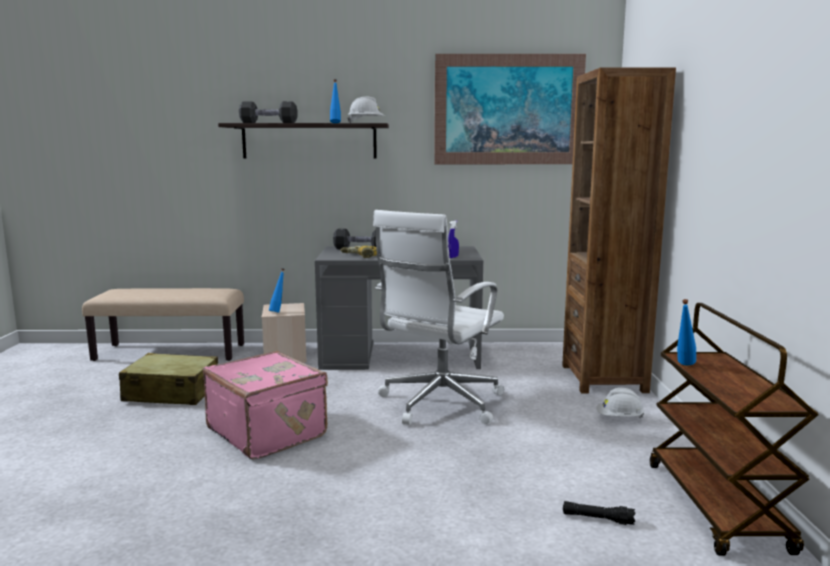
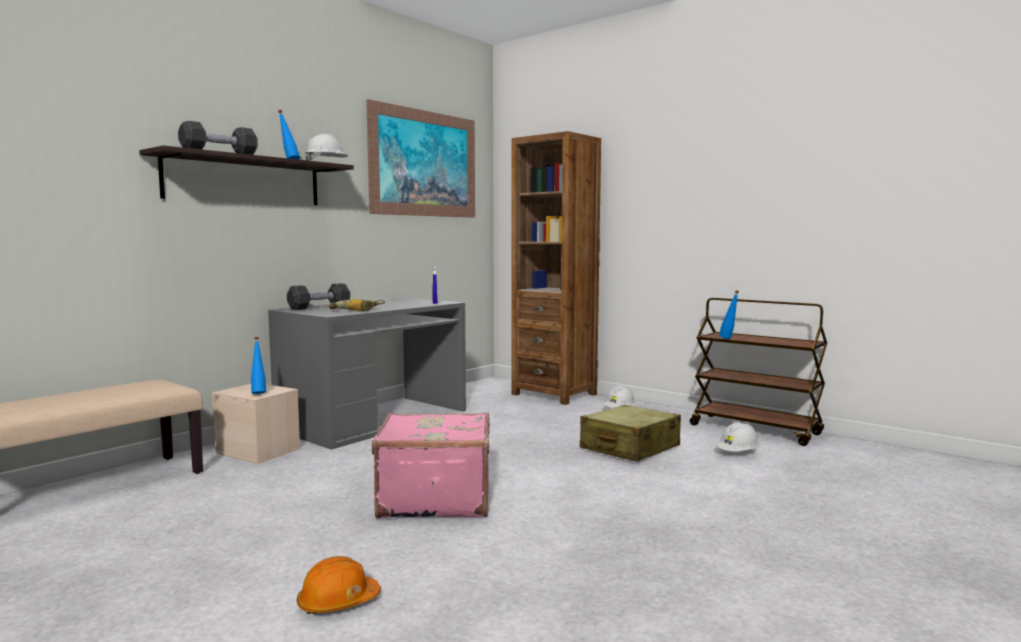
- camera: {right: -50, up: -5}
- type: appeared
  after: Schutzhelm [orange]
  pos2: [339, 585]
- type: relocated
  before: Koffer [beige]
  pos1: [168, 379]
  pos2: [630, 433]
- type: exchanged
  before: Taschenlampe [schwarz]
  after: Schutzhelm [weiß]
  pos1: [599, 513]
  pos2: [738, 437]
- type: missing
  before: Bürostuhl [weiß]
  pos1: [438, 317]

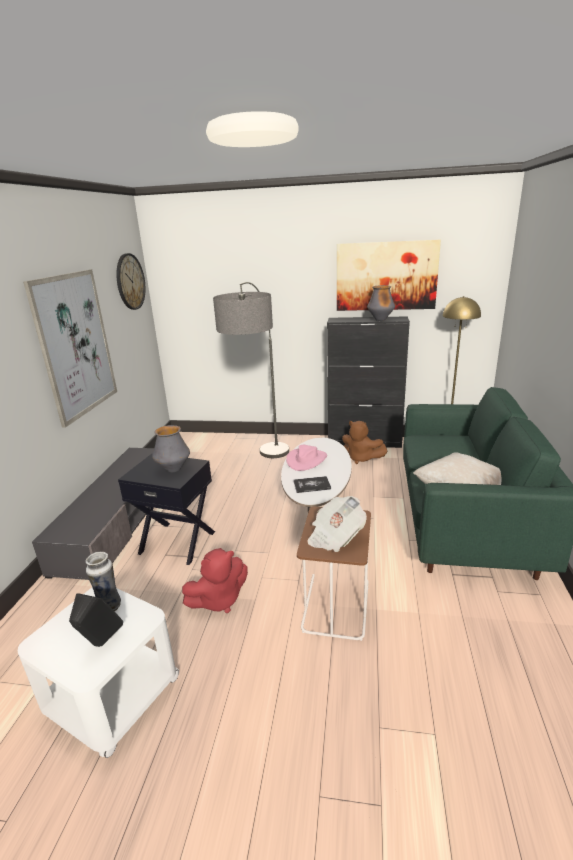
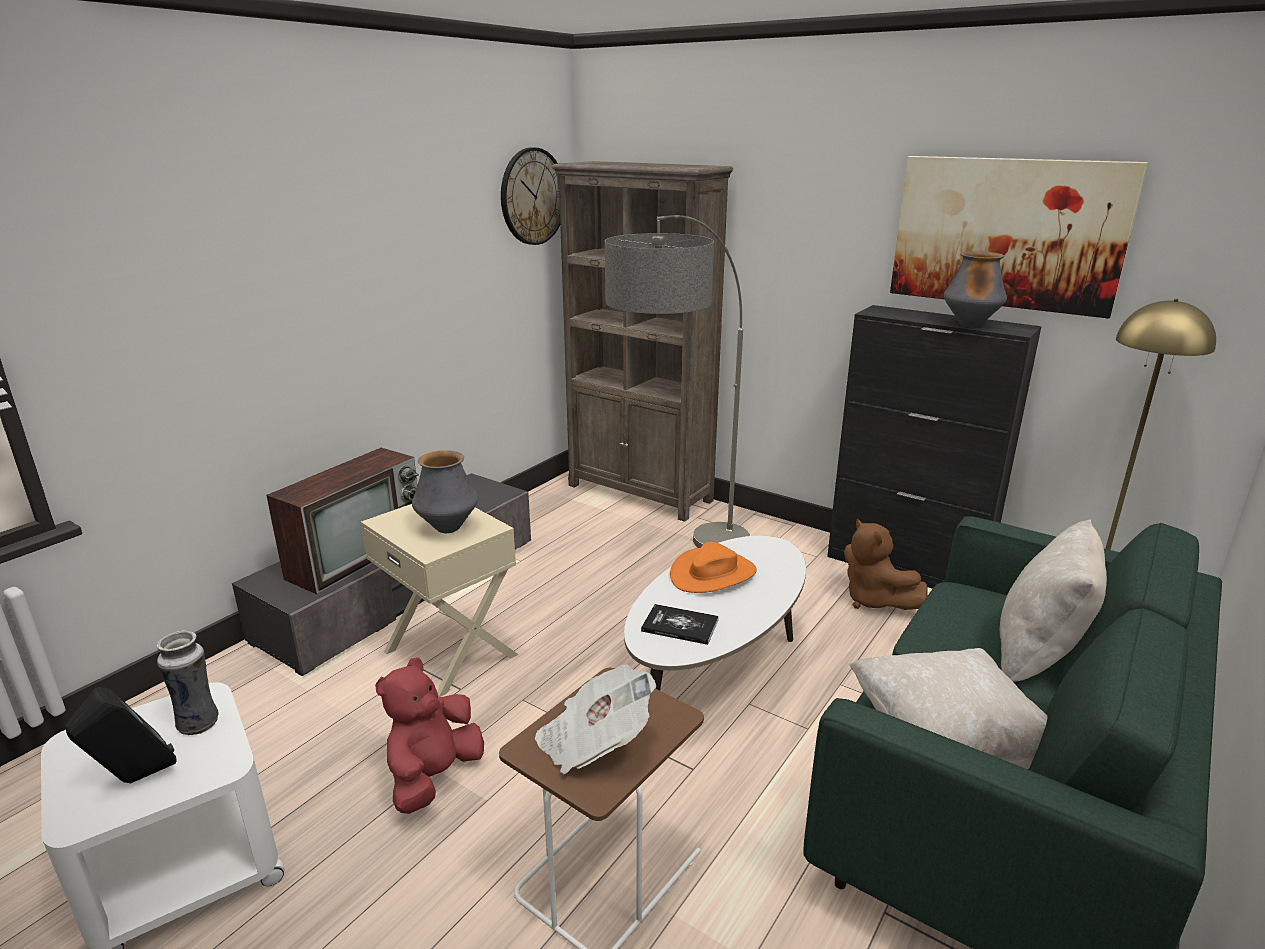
- camera: {right: 25, up: 0}
- type: appeared
  after: Fernseher
  pos2: [342, 521]
- type: colour
  before: Beistelltisch [schwarz]
  after: Beistelltisch [beige]
  pos1: [166, 509]
  pos2: [440, 600]
- type: spun
  before: Plüschtier [rot]
  pos1: [215, 580]
  pos2: [429, 735]
  turn: 120
- type: appeared
  after: Bücherregal [braun]
  pos2: [642, 341]
- type: colour
  before: Hut [rosa]
  after: Hut [orange]
  pos1: [306, 458]
  pos2: [713, 567]
- type: appeared
  after: Kissen [beige]
  pos2: [1053, 601]
- type: missing
  before: Bild
  pos1: [70, 348]

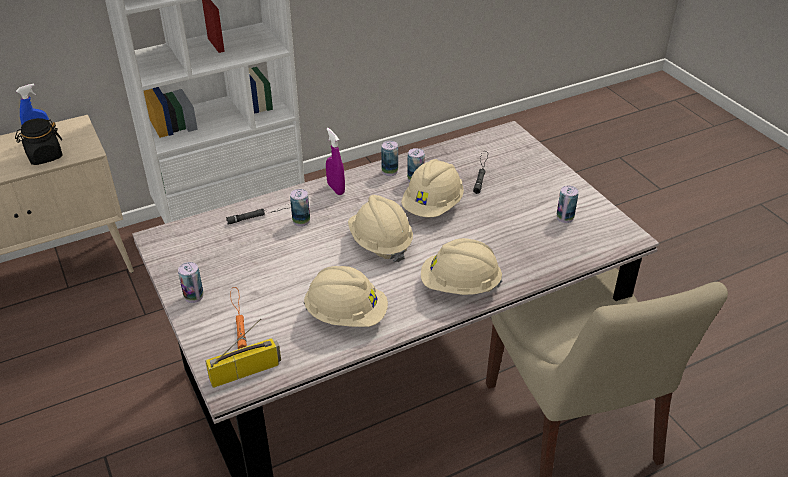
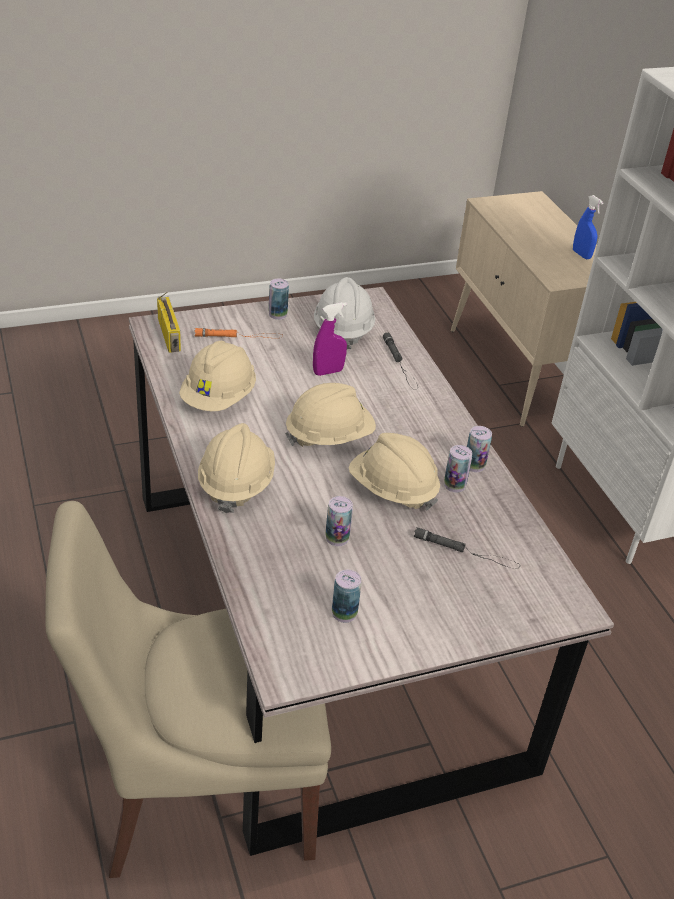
- camera: {right: 95, up: 0}
- type: relocated
  before: Sprühflasche [lila]
  pos1: [335, 161]
  pos2: [330, 339]
- type: appeared
  after: Schutzhelm [weiß]
  pos2: [344, 313]
- type: relocated
  before: Dose
  pos1: [300, 208]
  pos2: [339, 521]
- type: missing
  before: Vorratsglas [schwarz]
  pos1: [39, 141]

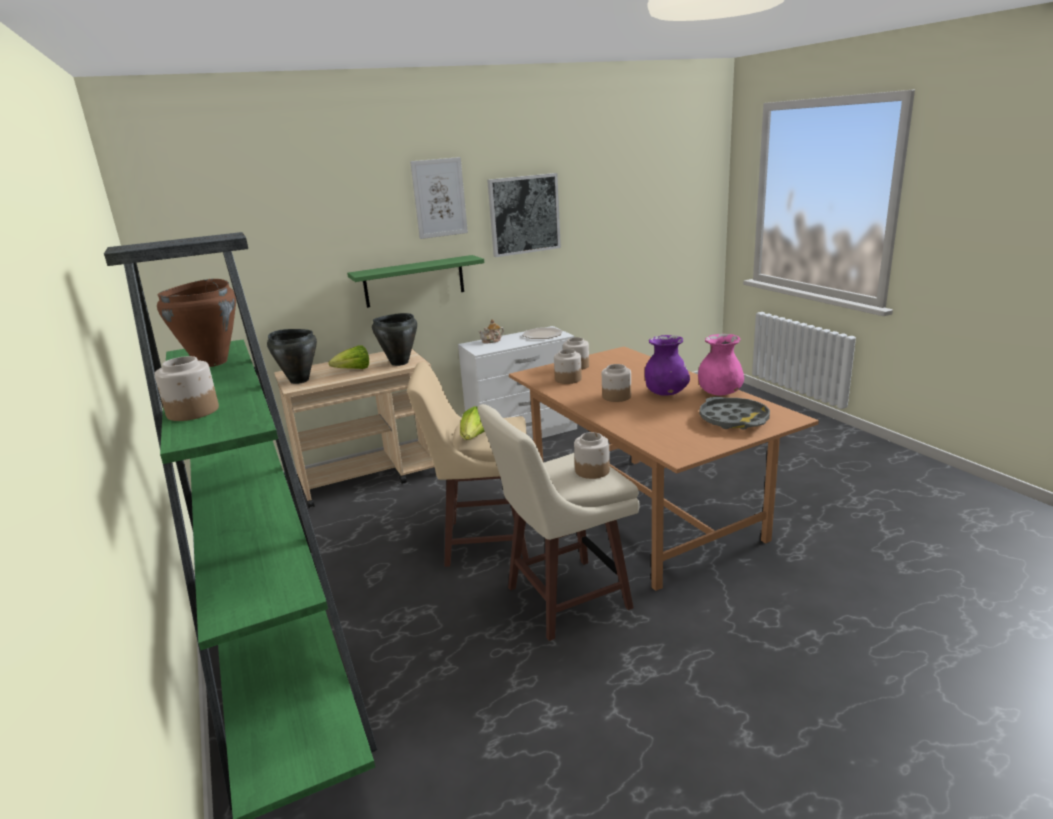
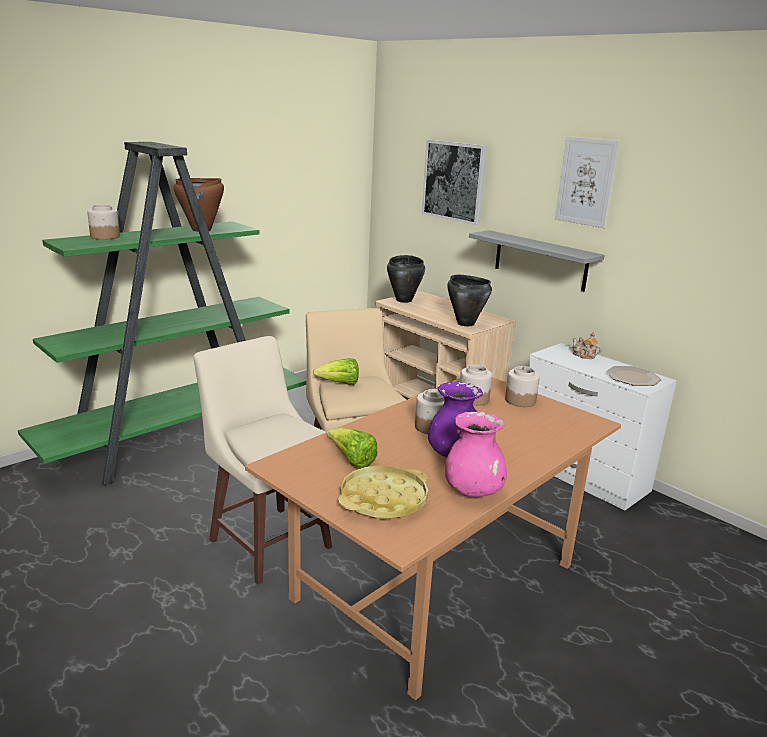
- camera: {right: 70, up: 0}
- type: relocated
  before: Salatkopf
  pos1: [348, 357]
  pos2: [351, 448]
- type: colour
  before: Tablett [grau]
  after: Tablett [gelb]
  pos1: [734, 413]
  pos2: [383, 492]
- type: relocated
  before: Bild
  pos1: [524, 215]
  pos2: [454, 182]
- type: colour
  before: Wandregal [grün]
  after: Wandregal [grau]
  pos1: [415, 281]
  pos2: [537, 260]
- type: missing
  before: Vorratsglas
  pos1: [592, 455]

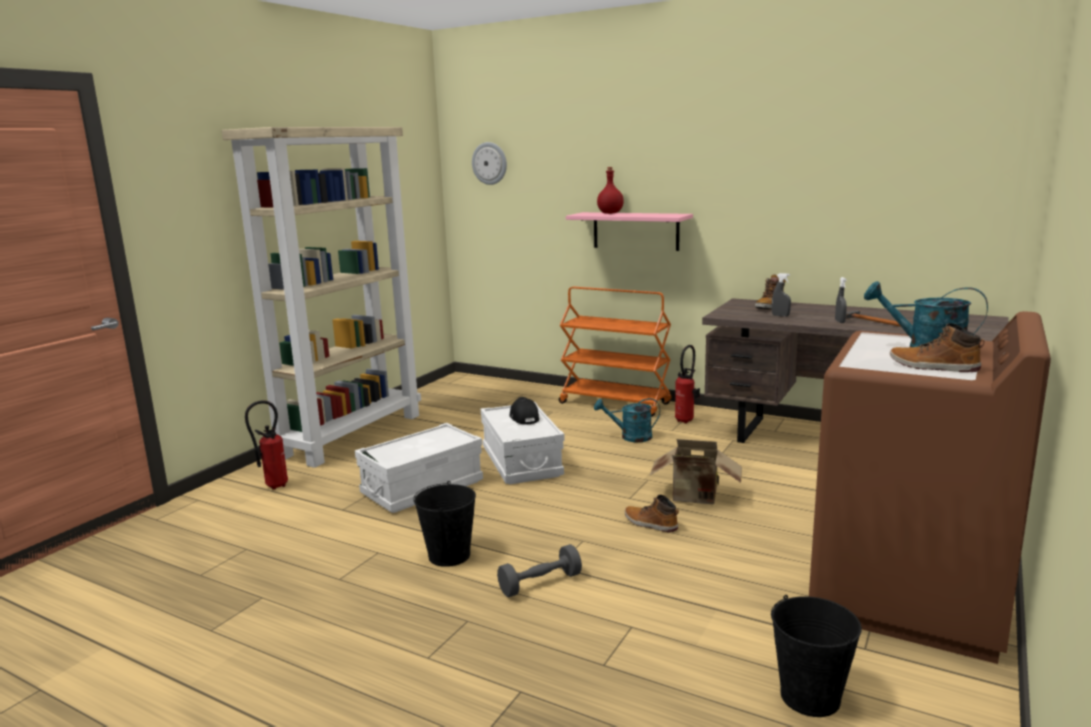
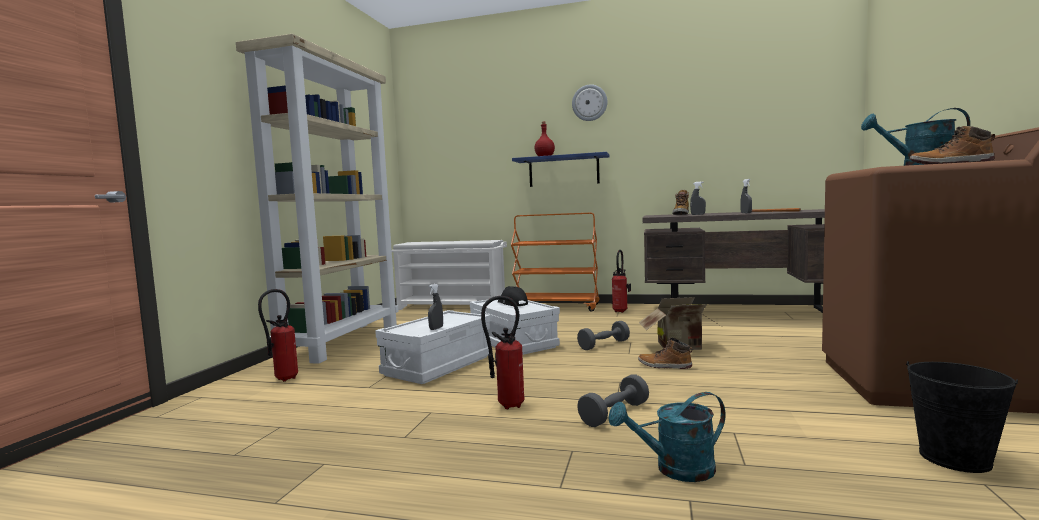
- camera: {right: -15, up: -10}
- type: appeared
  after: Schuhregal [weiß]
  pos2: [449, 275]
- type: appeared
  after: Sprühflasche [grau]
  pos2: [435, 307]
- type: exchanged
  before: Eimer [schwarz]
  after: Feuerlöscher
  pos1: [444, 524]
  pos2: [503, 352]
- type: colour
  before: Wandregal [rosa]
  after: Wandregal [blau]
  pos1: [629, 231]
  pos2: [561, 169]
- type: relocated
  before: Wanduhr
  pos1: [489, 163]
  pos2: [589, 102]
- type: appeared
  after: Hantel [grau]
  pos2: [603, 335]
- type: relocated
  before: Gießkanne [türkis]
  pos1: [627, 420]
  pos2: [667, 437]

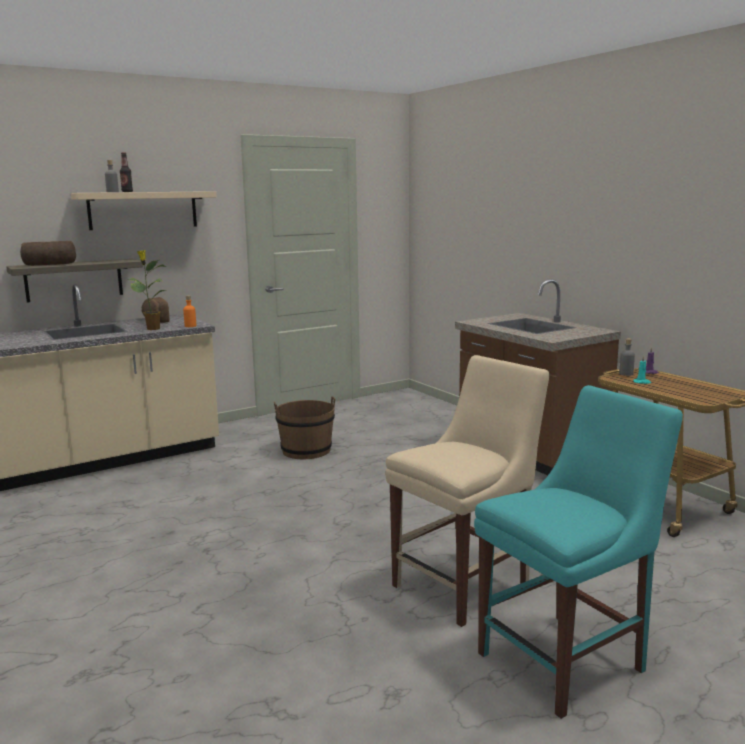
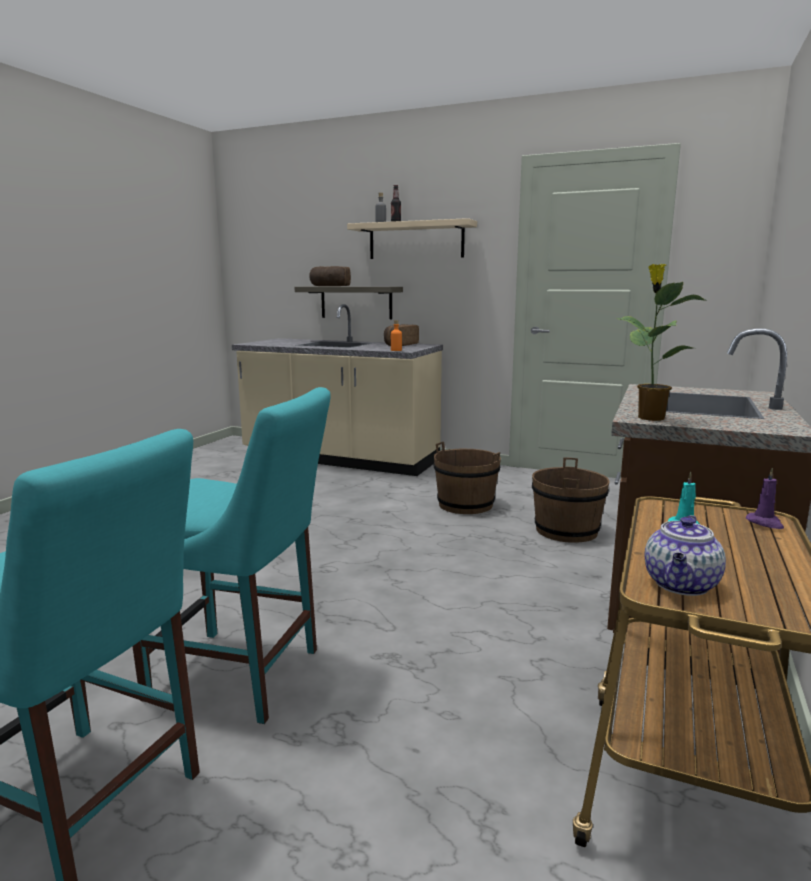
- camera: {right: 55, up: 0}
- type: colour
  before: Stuhl [beige]
  after: Stuhl [türkis]
  pos1: [467, 491]
  pos2: [231, 555]
- type: appeared
  after: Eimer [braun]
  pos2: [571, 500]
- type: relocated
  before: Topfpflanze
  pos1: [147, 290]
  pos2: [660, 342]
- type: appeared
  after: Teekanne
  pos2: [685, 555]
- type: missing
  before: Flasche [grau]
  pos1: [627, 357]

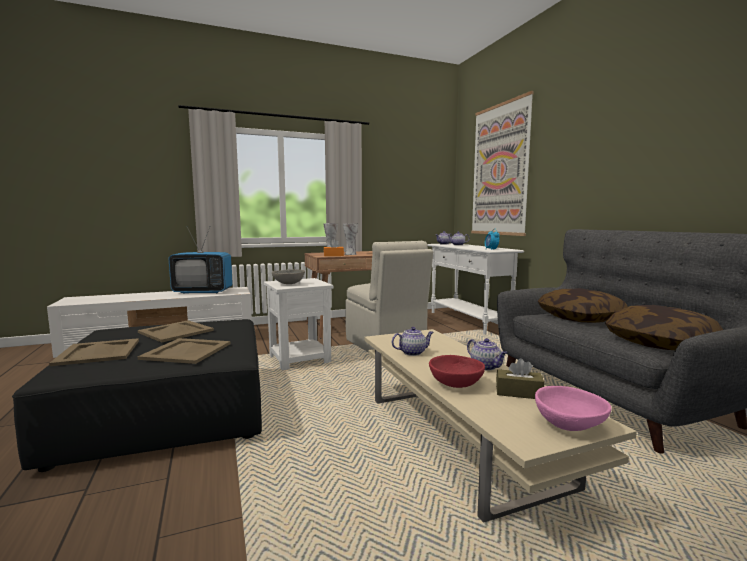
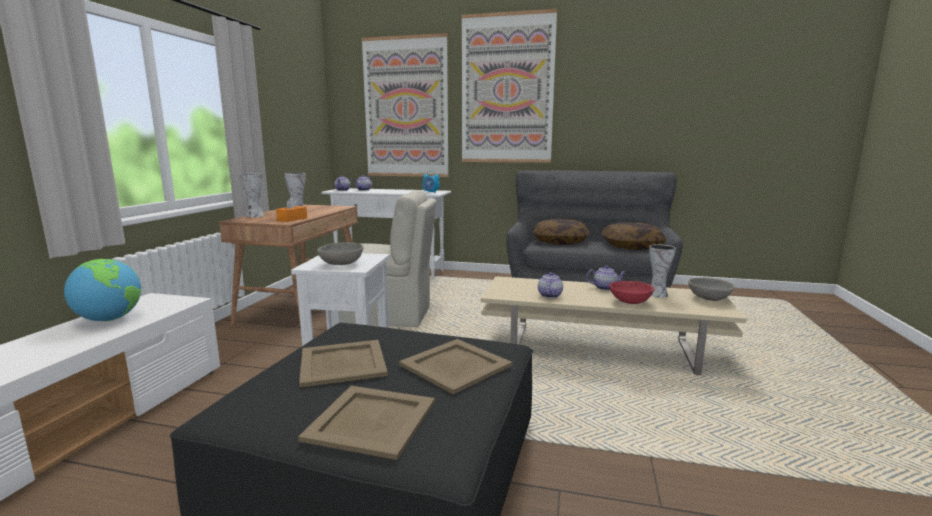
- camera: {right: -55, up: 5}
- type: exchanged
  before: Fernseher
  after: Globus
  pos1: [201, 260]
  pos2: [102, 290]
- type: appeared
  after: Bild
  pos2: [509, 86]
- type: exchanged
  before: Taschentuchbox [braun]
  after: Vase
  pos1: [520, 378]
  pos2: [662, 271]
- type: colour
  before: Schüssel [rosa]
  after: Schüssel [grau]
  pos1: [573, 408]
  pos2: [711, 289]

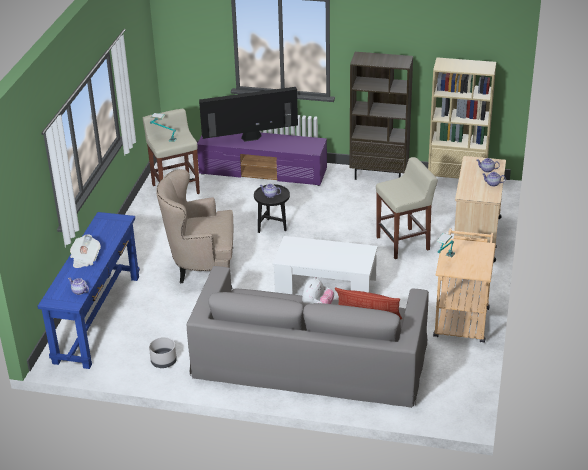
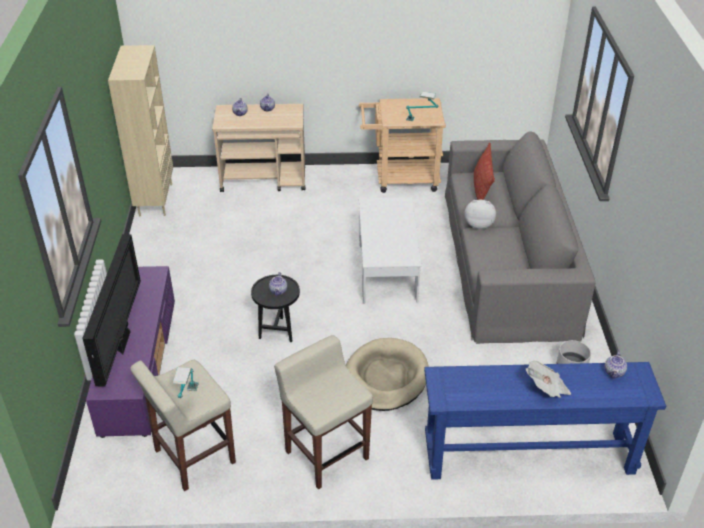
- camera: {right: -105, up: 5}
- type: spun
  before: Fernseher
  pos1: [248, 114]
  pos2: [111, 310]
  turn: -150
- type: relocated
  before: Hocker [beige]
  pos1: [407, 208]
  pos2: [323, 412]
- type: exchanged
  before: Sessel [beige]
  after: Hundebett [beige]
  pos1: [194, 228]
  pos2: [387, 374]
- type: missing
  before: Bücherregal [braun]
  pos1: [381, 116]

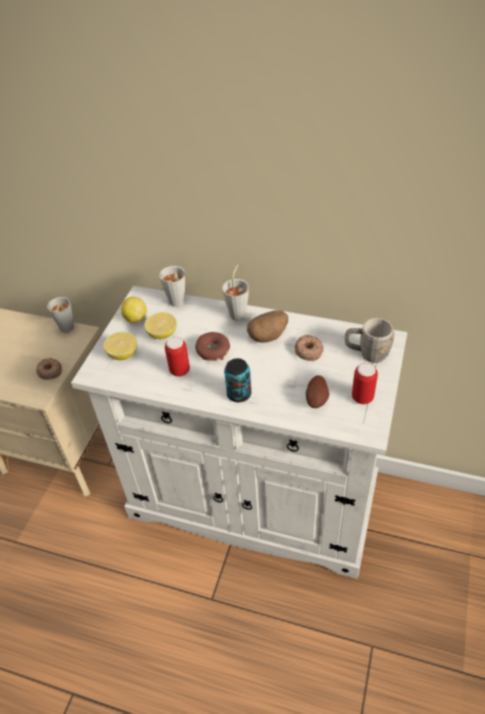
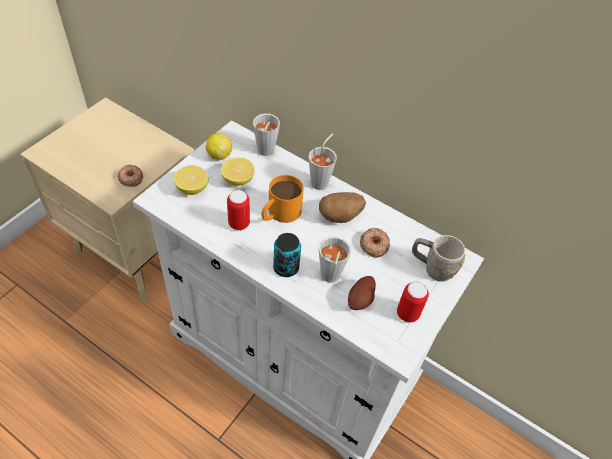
- camera: {right: 10, up: 5}
- type: exchanged
  before: Donut
  after: Henkelbecher [orange]
  pos1: [212, 346]
  pos2: [282, 199]
- type: relocated
  before: Tasse [grau]
  pos1: [60, 315]
  pos2: [335, 259]

